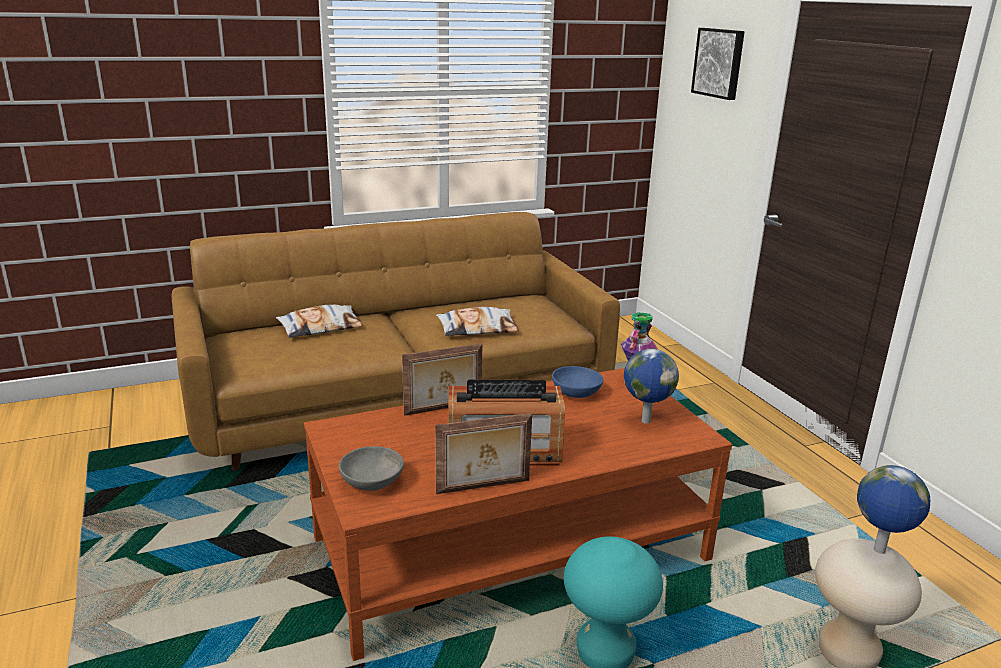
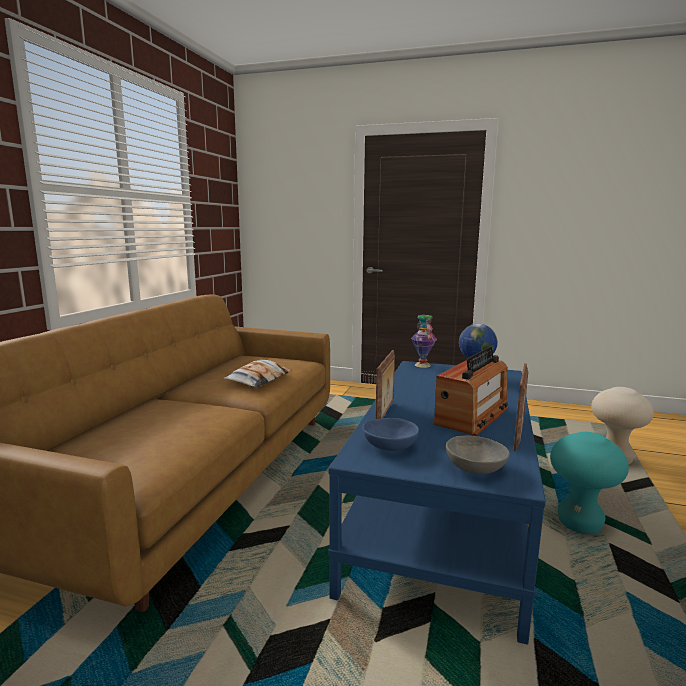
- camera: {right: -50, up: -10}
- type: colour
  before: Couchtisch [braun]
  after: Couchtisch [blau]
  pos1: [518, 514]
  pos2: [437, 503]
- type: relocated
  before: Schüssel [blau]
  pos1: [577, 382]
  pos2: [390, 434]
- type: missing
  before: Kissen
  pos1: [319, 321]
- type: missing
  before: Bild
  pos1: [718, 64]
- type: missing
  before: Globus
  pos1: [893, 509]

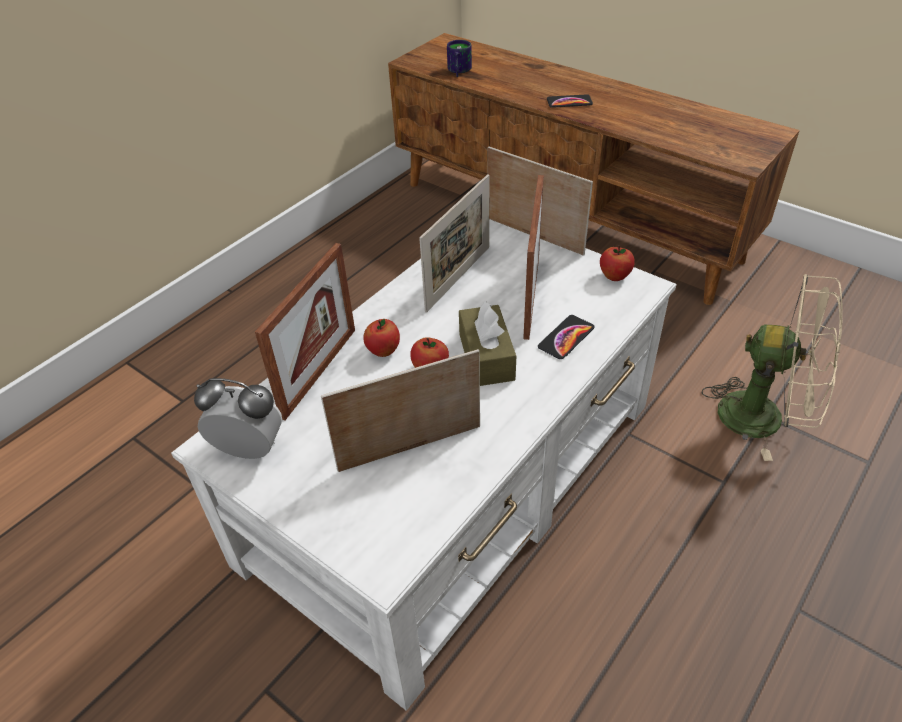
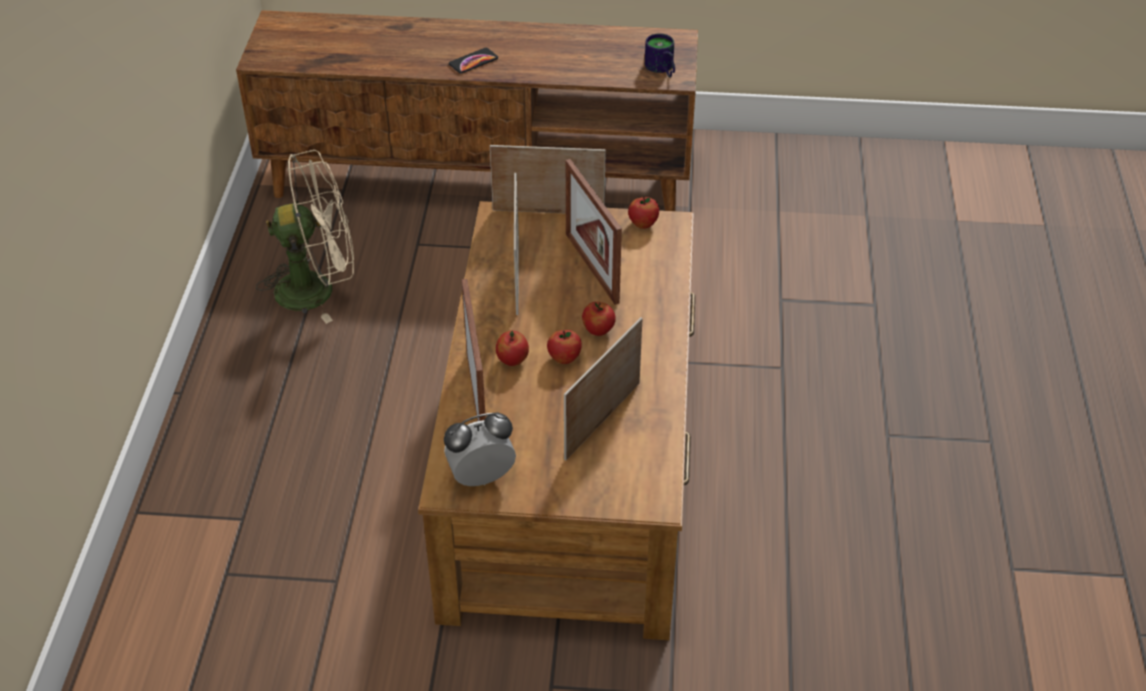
- camera: {right: -35, up: 0}
- type: relocated
  before: Ventilator [beige]
  pos1: [772, 367]
  pos2: [305, 237]
- type: colour
  before: Couchtisch [weiß]
  after: Couchtisch [braun]
  pos1: [424, 465]
  pos2: [556, 420]
- type: exchanged
  before: Taschentuchbox [braun]
  after: Apfel
  pos1: [487, 343]
  pos2: [599, 319]
- type: relocated
  before: Henkelbecher
  pos1: [459, 58]
  pos2: [660, 55]
- type: missing
  before: Handy
  pos1: [566, 337]

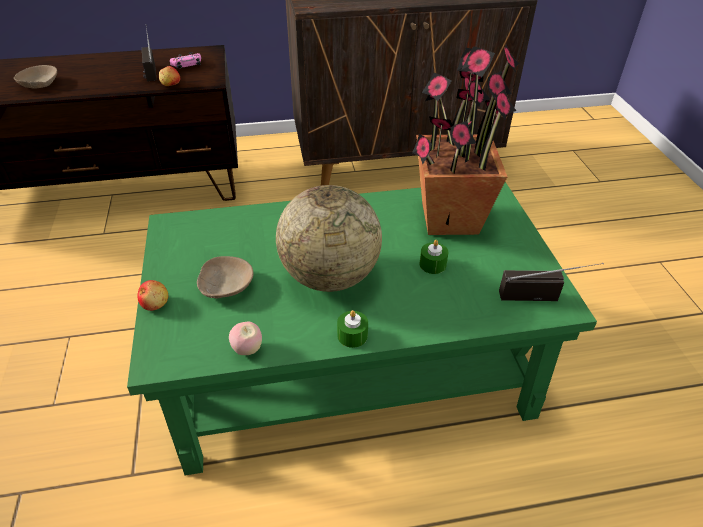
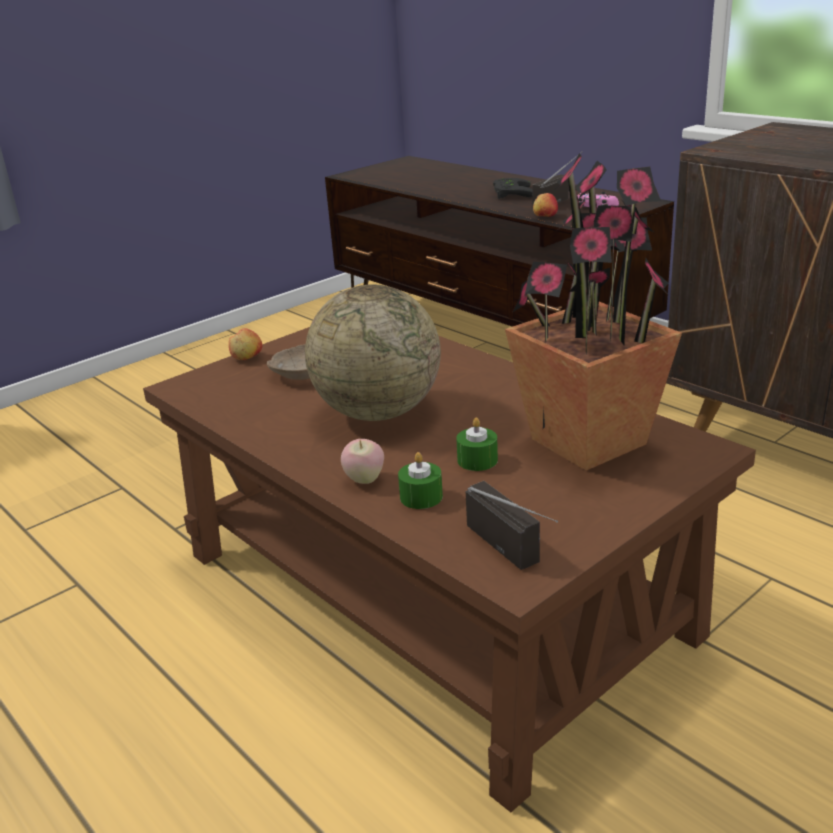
- camera: {right: 60, up: -15}
- type: colour
  before: Couchtisch [grün]
  after: Couchtisch [braun]
  pos1: [362, 328]
  pos2: [449, 569]
- type: relocated
  before: Apfel
  pos1: [245, 338]
  pos2: [362, 461]
- type: relocated
  before: Kerze [grün]
  pos1: [352, 329]
  pos2: [420, 480]
- type: appeared
  after: Gamepad [schwarz]
  pos2: [512, 188]
- type: missing
  before: Schüssel [beige]
  pos1: [35, 77]

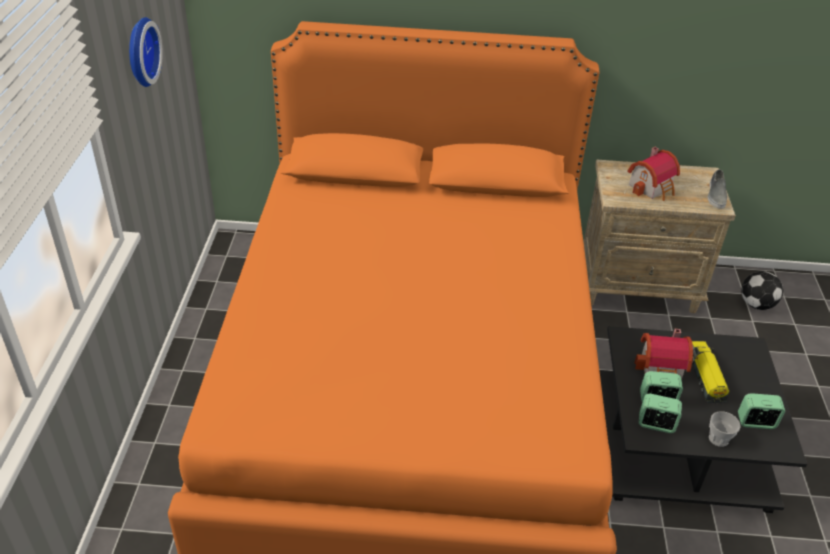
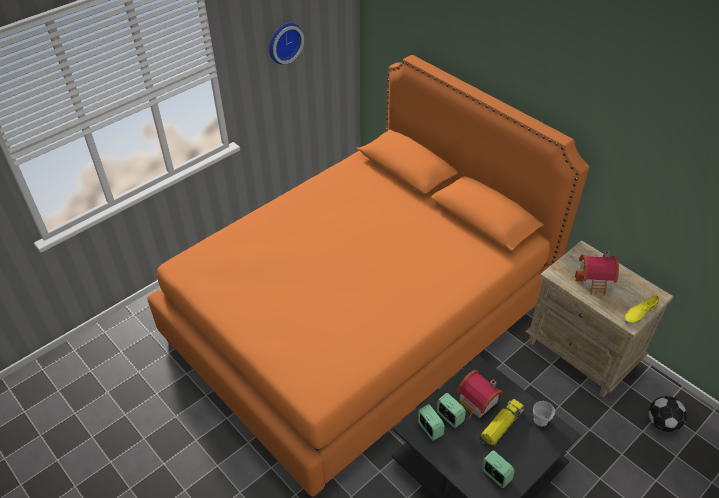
- camera: {right: 45, up: 5}
- type: relocated
  before: Tasse
  pos1: [725, 429]
  pos2: [544, 414]
- type: colour
  before: Schuh [grau]
  after: Schuh [gelb]
  pos1: [717, 189]
  pos2: [641, 310]

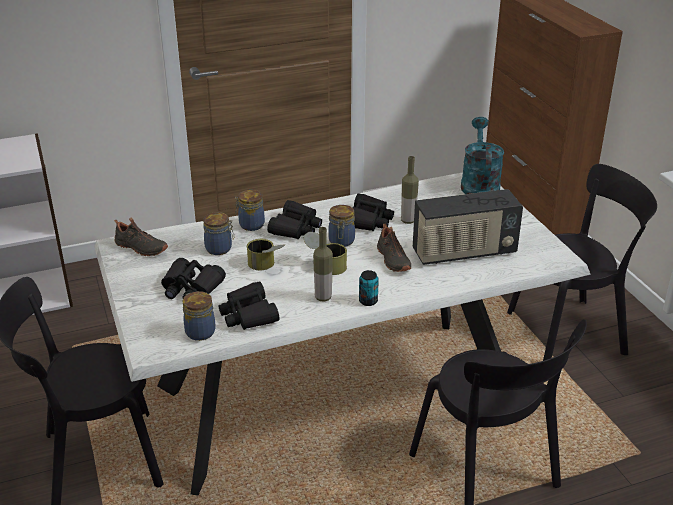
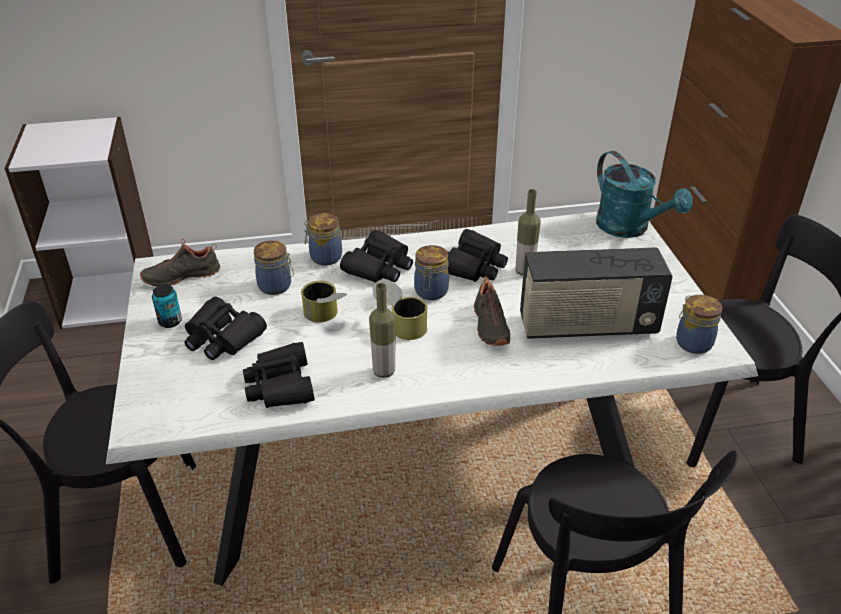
- camera: {right: 10, up: 5}
- type: spun
  before: Schuh [schwarz]
  pos1: [141, 237]
  pos2: [180, 262]
  turn: 120
- type: relocated
  before: Dose
  pos1: [369, 288]
  pos2: [167, 306]
- type: spun
  before: Gießkanne [türkis]
  pos1: [482, 155]
  pos2: [644, 194]
  turn: 135
- type: relocated
  before: Vorratsglas
  pos1: [199, 316]
  pos2: [699, 324]

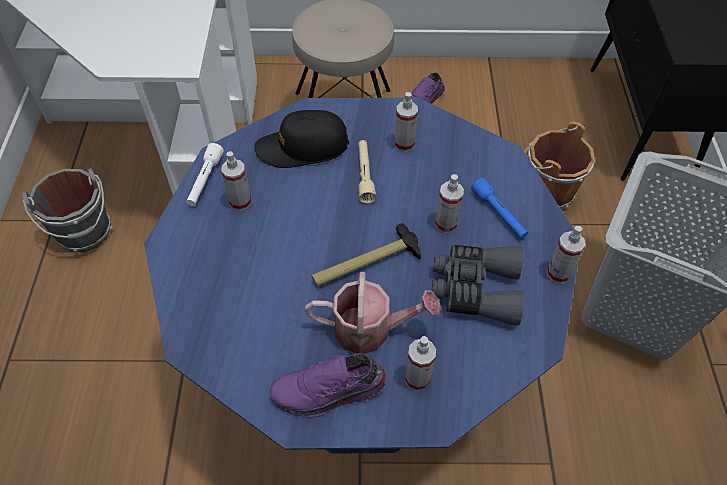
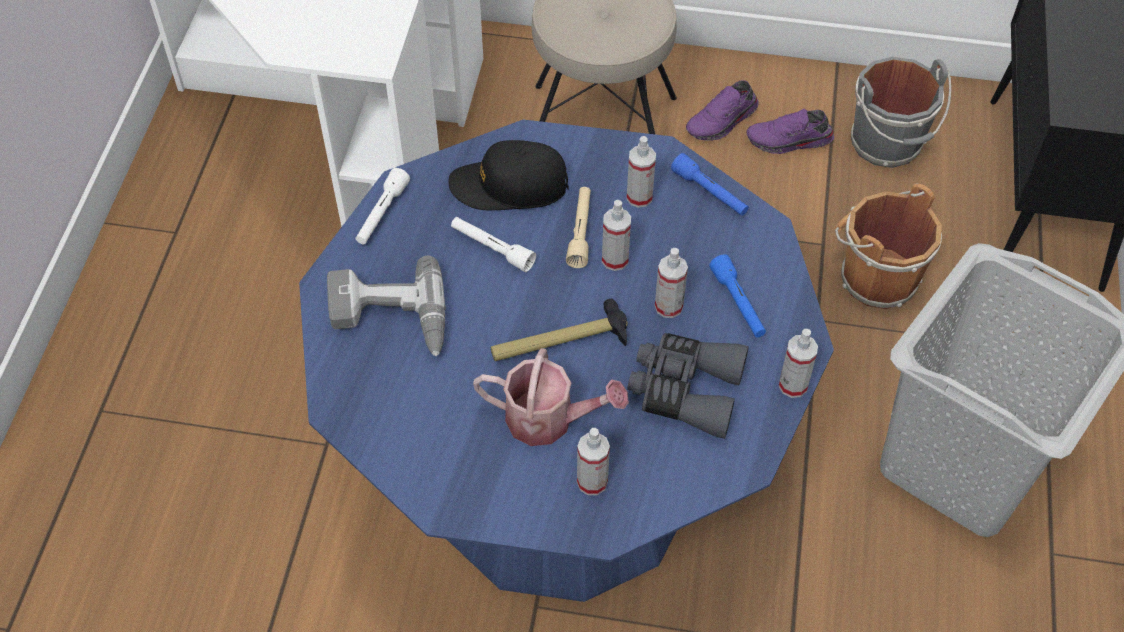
- camera: {right: 10, up: 0}
- type: appeared
  after: Bohrmaschine
  pos2: [386, 306]
- type: appeared
  after: Taschenlampe [weiß]
  pos2: [493, 244]
- type: relocated
  before: Sprühflasche
  pos1: [236, 181]
  pos2: [616, 235]
- type: appeared
  after: Taschenlampe [blau]
  pos2: [710, 184]
- type: relocated
  before: Schuh [lila]
  pos1: [329, 385]
  pos2: [790, 131]
- type: relocated
  before: Eimer [grau]
  pos1: [67, 210]
  pos2: [901, 112]

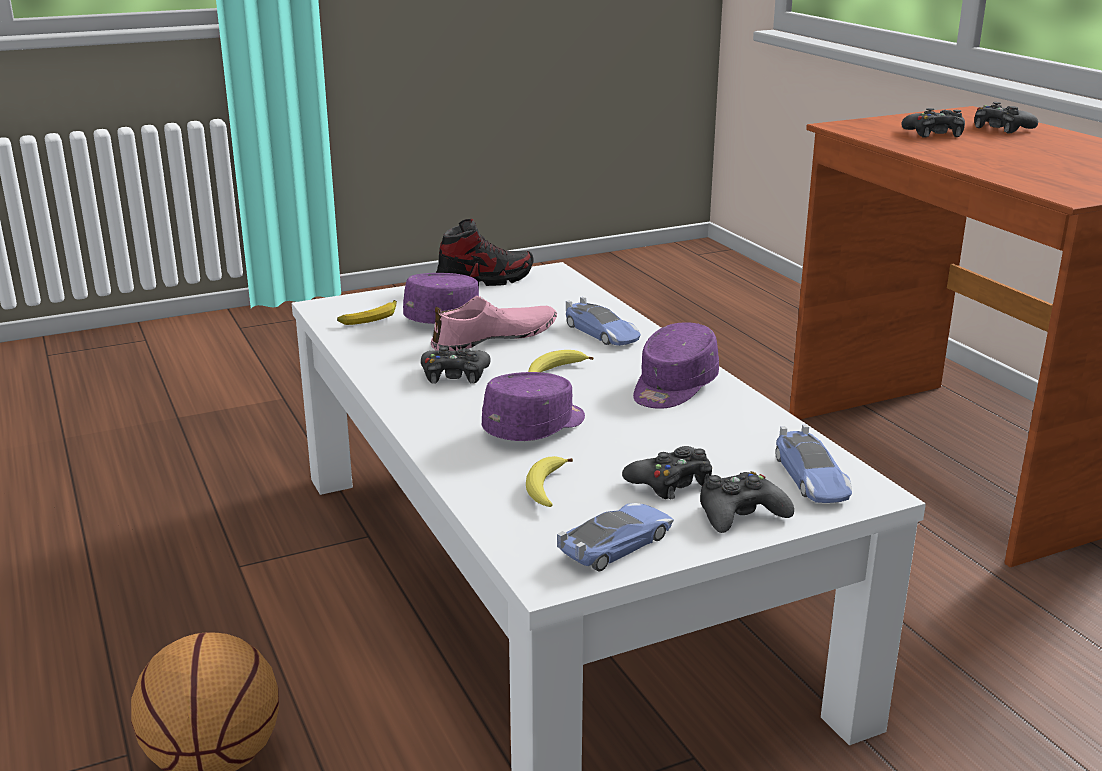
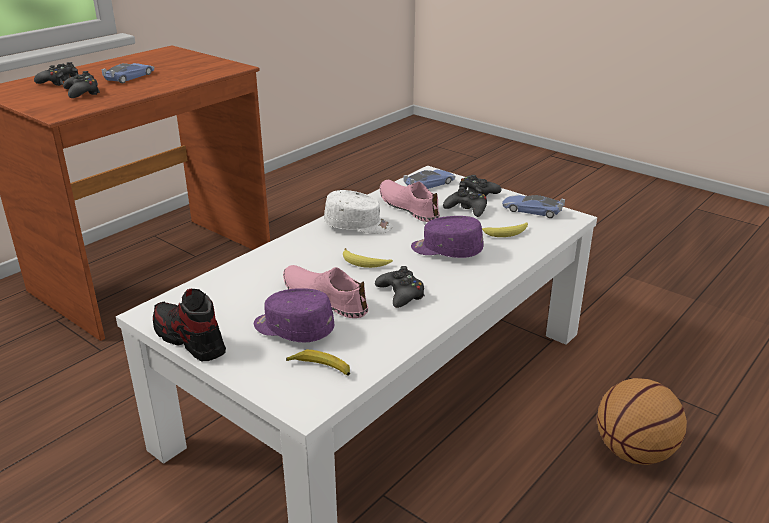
- camera: {right: -115, up: 5}
- type: relocated
  before: Spielzeugauto
  pos1: [603, 321]
  pos2: [128, 73]
- type: colour
  before: Kappe [lila]
  after: Kappe [weiß]
  pos1: [676, 365]
  pos2: [358, 212]
- type: appeared
  after: Schuh [rosa]
  pos2: [410, 201]

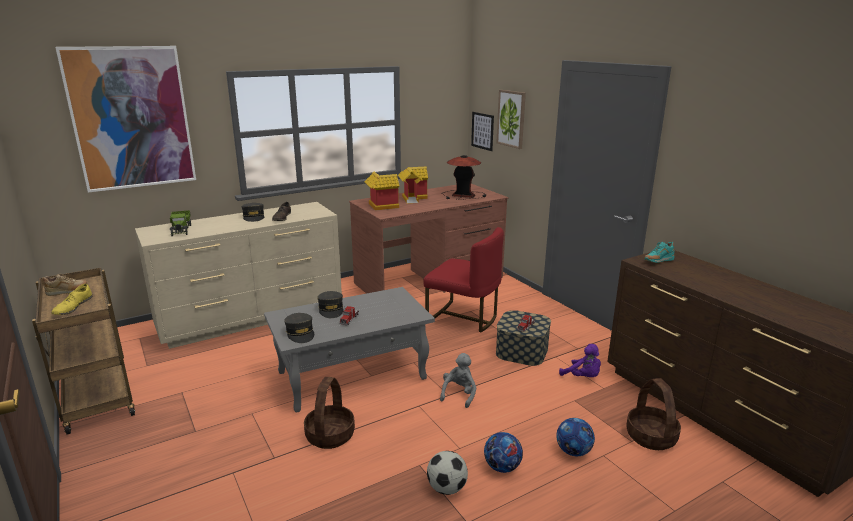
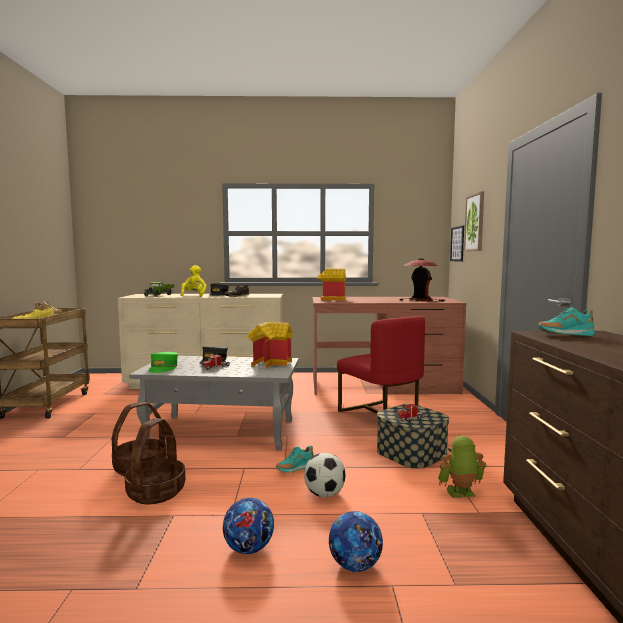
- camera: {right: 30, up: -15}
- type: relocated
  before: Korb
  pos1: [653, 414]
  pos2: [155, 461]
- type: colour
  before: Kappe [grau]
  after: Kappe [grün]
  pos1: [299, 328]
  pos2: [163, 362]
- type: appeared
  after: Plüschtier [gelb]
  pos2: [194, 281]
- type: relocated
  before: Spielzeughaus
  pos1: [413, 185]
  pos2: [269, 345]
- type: exchanged
  before: Plüschtier [grau]
  after: Schuh [türkis]
  pos1: [458, 380]
  pos2: [295, 459]
- type: relocated
  before: Fußball
  pos1: [447, 473]
  pos2: [325, 475]
- type: exchanged
  before: Plüschtier [lila]
  after: Spielzeugroboter
  pos1: [580, 360]
  pos2: [462, 467]
- type: missing
  before: Bild
  pos1: [125, 119]

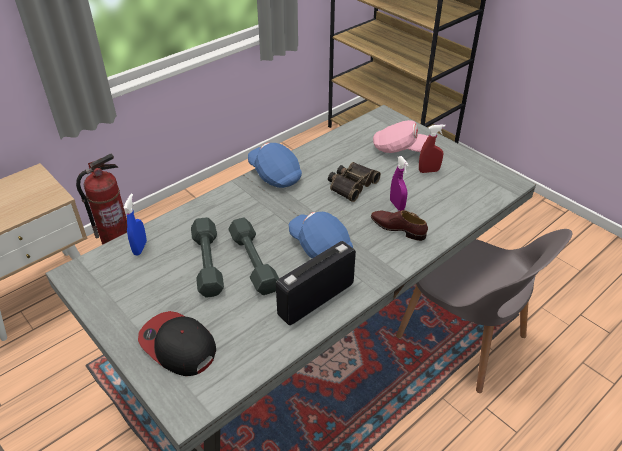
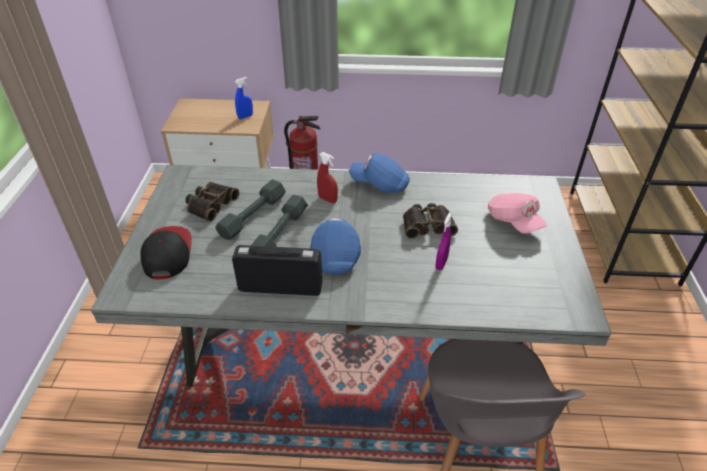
- camera: {right: 45, up: 0}
- type: appeared
  after: Fernglas
  pos2: [212, 202]
- type: relocated
  before: Sprühflasche [blau]
  pos1: [135, 224]
  pos2: [244, 98]
- type: relocated
  before: Sprühflasche [rot]
  pos1: [432, 148]
  pos2: [327, 177]
- type: spun
  before: Kappe [blau]
  pos1: [275, 165]
  pos2: [379, 173]
  turn: -75
- type: missing
  before: Schuh [braun]
  pos1: [399, 225]

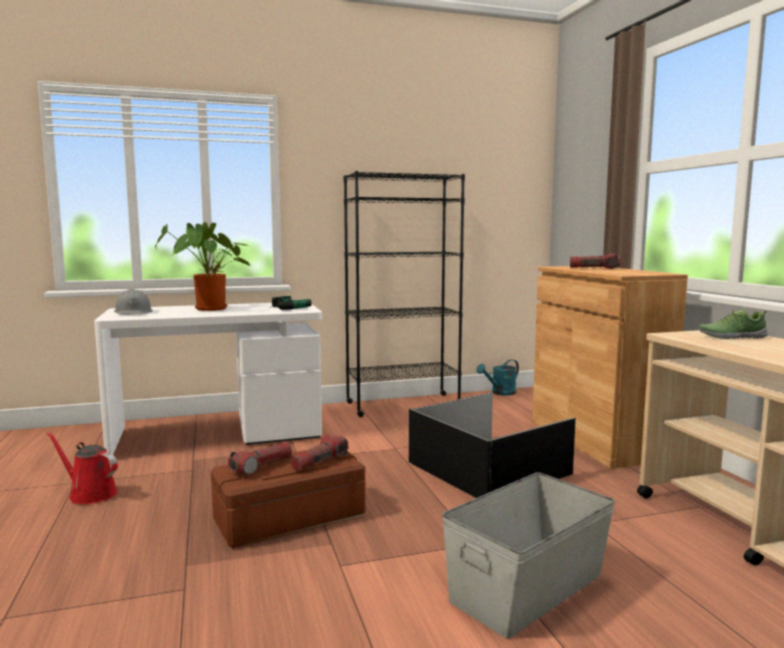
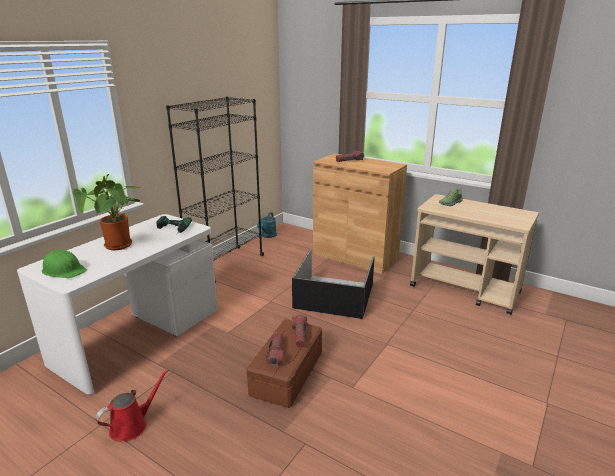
- camera: {right: -40, up: 15}
- type: colour
  before: Schutzhelm [grau]
  after: Schutzhelm [grün]
  pos1: [133, 302]
  pos2: [64, 264]
- type: spun
  before: Gießkanne [rot]
  pos1: [82, 468]
  pos2: [132, 405]
  turn: 150
- type: missing
  before: Aufbewahrungsbox [grau]
  pos1: [528, 555]

